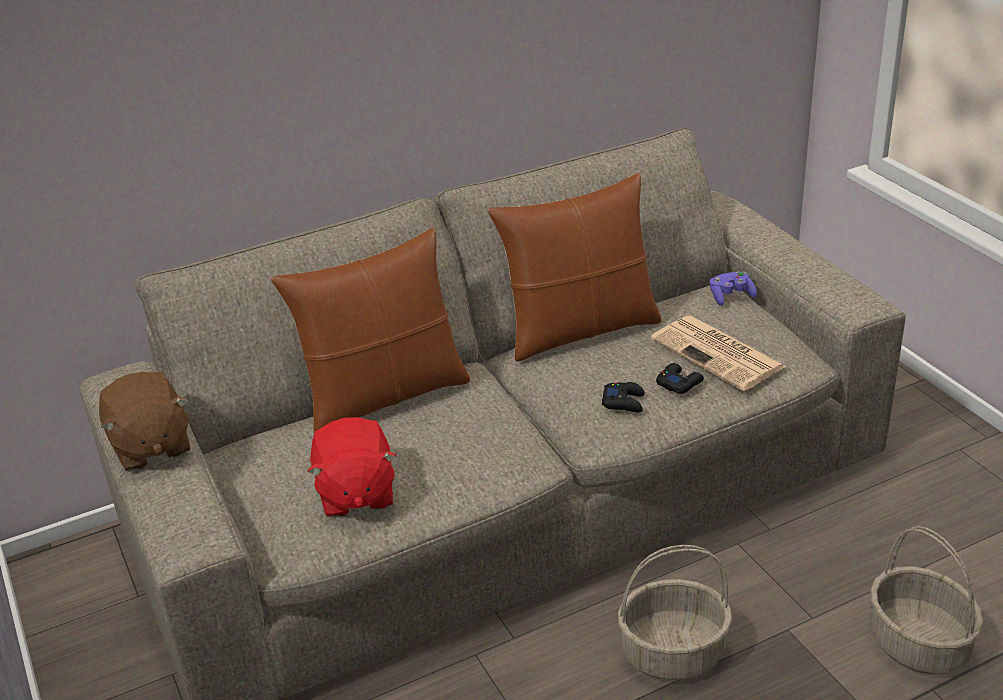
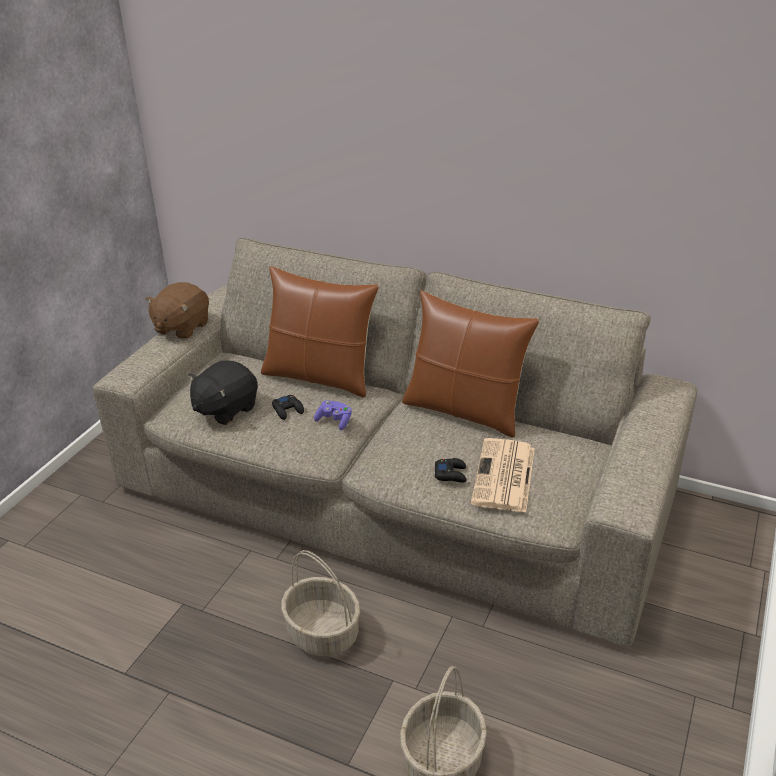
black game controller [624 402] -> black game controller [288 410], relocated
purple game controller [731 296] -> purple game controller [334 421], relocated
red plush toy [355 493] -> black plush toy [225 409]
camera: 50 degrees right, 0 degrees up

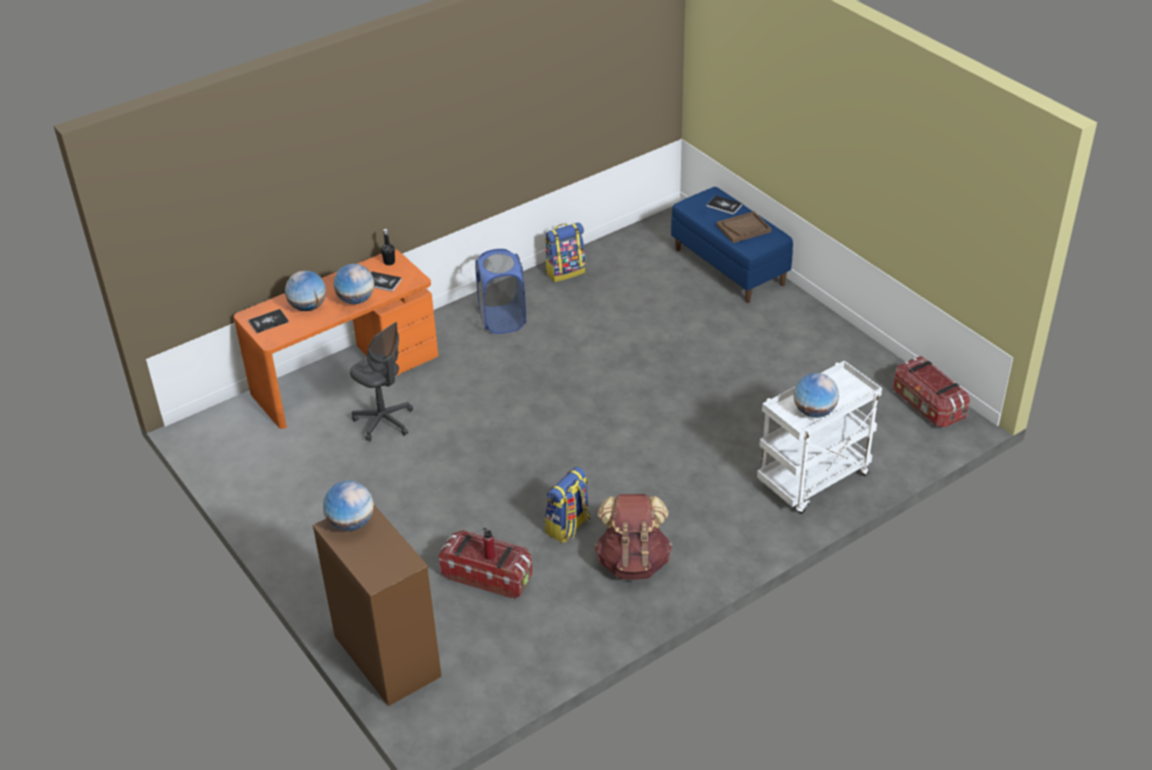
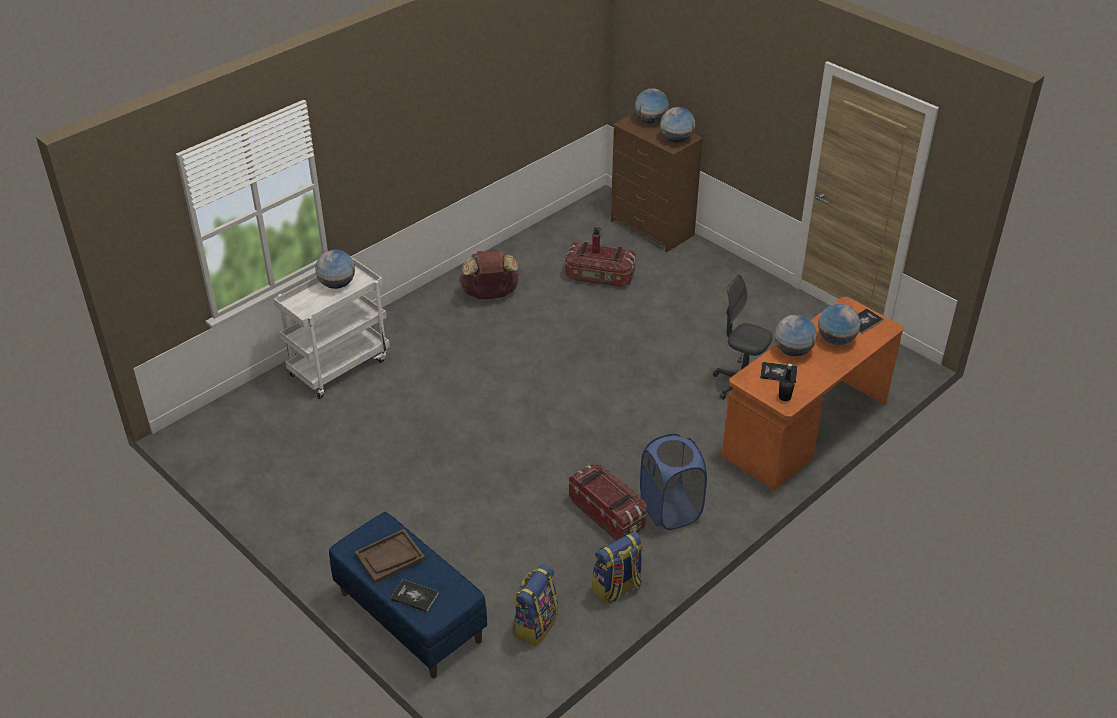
none -> globe [650 121]
backpack [568 527] -> backpack [535 624], relocated
storage box [927 406] -> storage box [607 514], relocated
camera: 170 degrees right, 0 degrees up

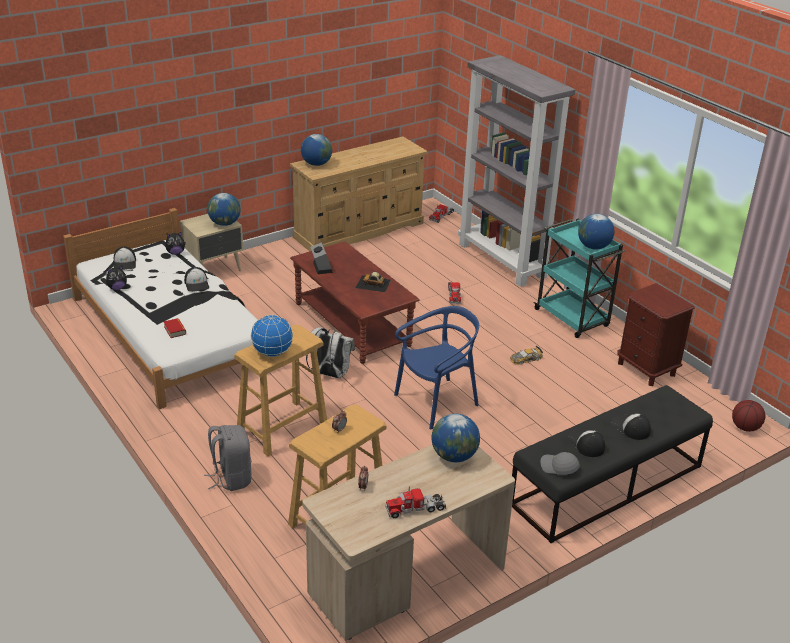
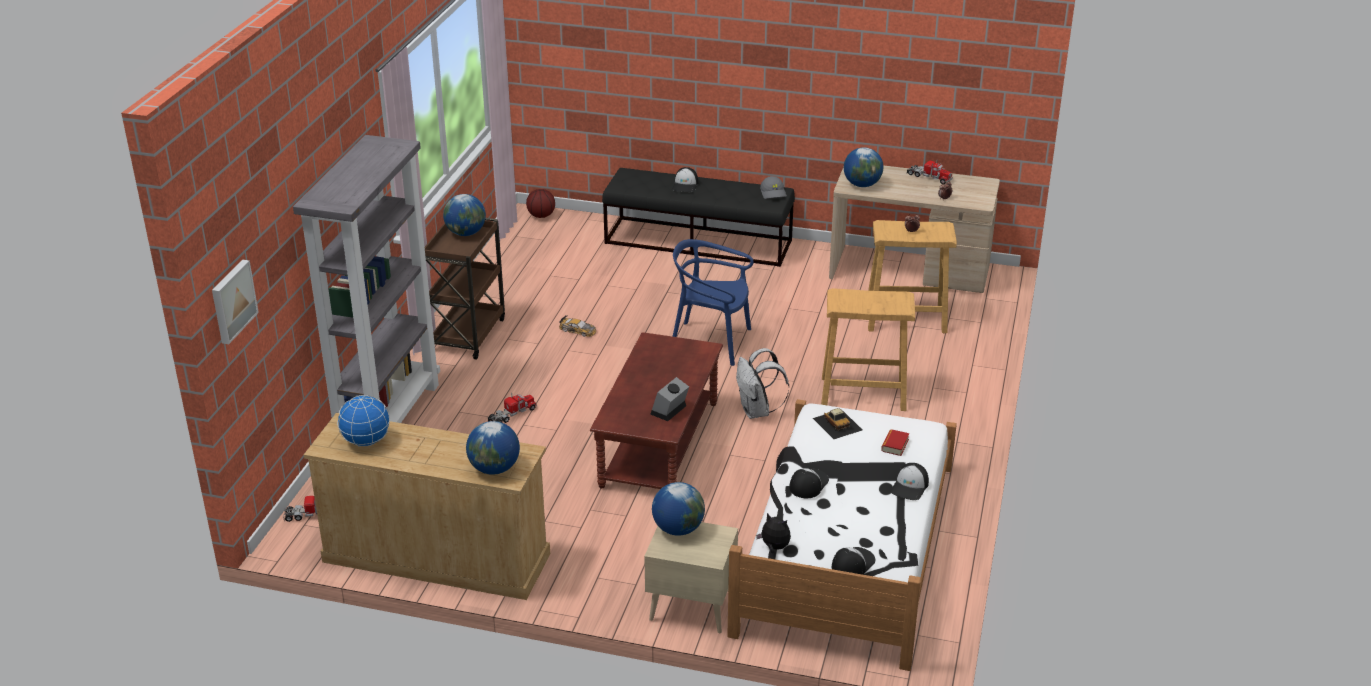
plush toy [117 288] -> none
grey backpack [231 478] -> none
brown nightstand [646 369] -> none
none -> picture [232 301]
globe [272 353] -> globe [366 441], relocated
toy car [373 283] -> toy car [837 424], relocated
cap [586 444] -> cap [910 487], relocated
turquoise cart [572 319] -> brown cart [468 334]
camera: 130 degrees left, 0 degrees up

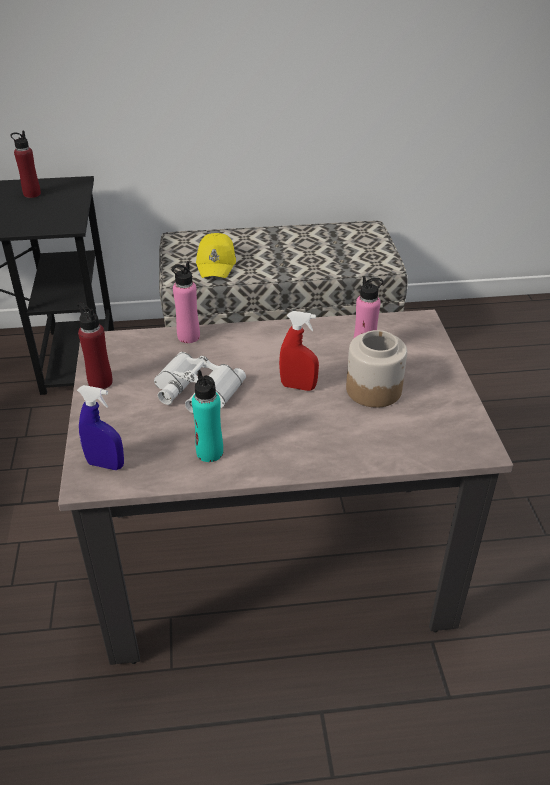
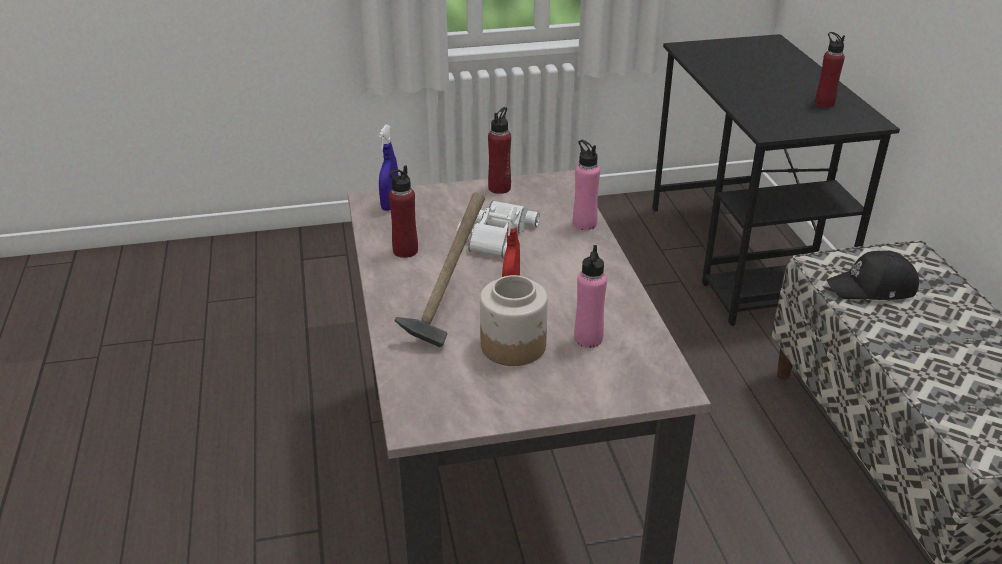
none -> hammer [446 311]
turquoise bottle [210 453] -> red bottle [405 251]
yellow cap [217 263] -> black cap [873 288]
camera: 85 degrees right, 5 degrees down

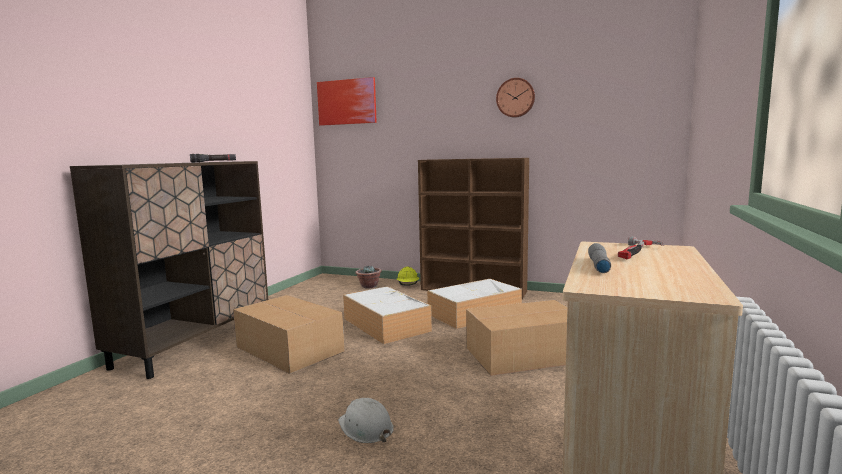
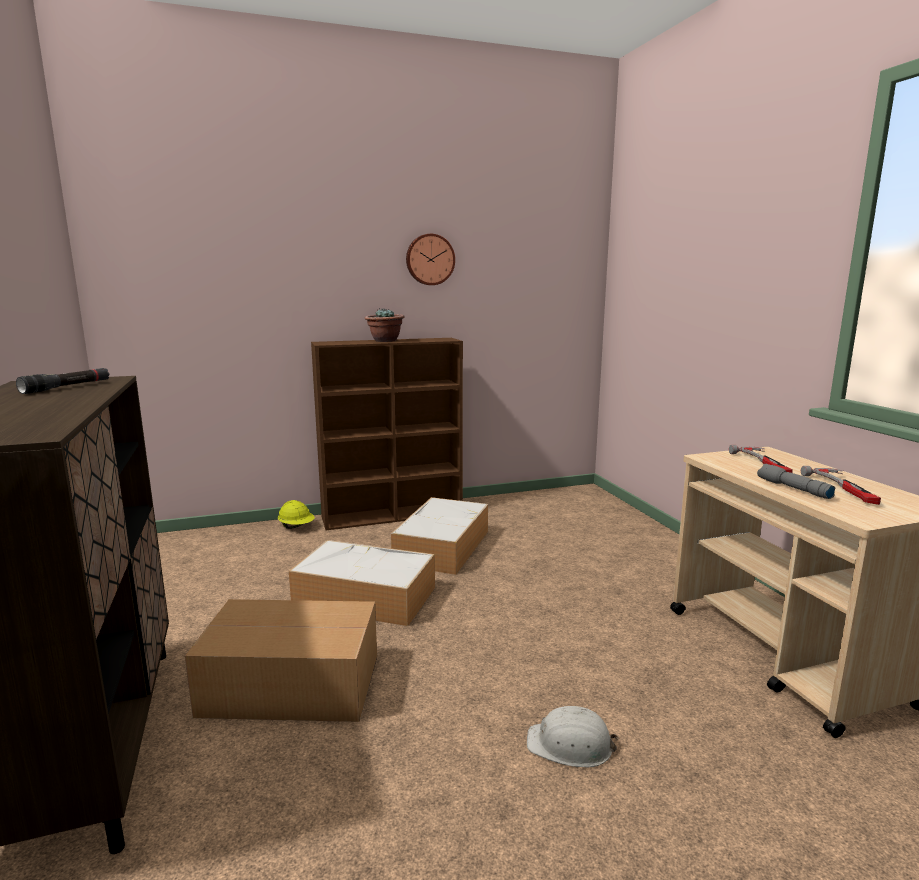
picture [347 102] -> none
cardboard box [527 354] -> none
none -> hammer [845 489]
potted plant [369 286] -> potted plant [385 341], relocated
camera: 40 degrees left, 5 degrees up

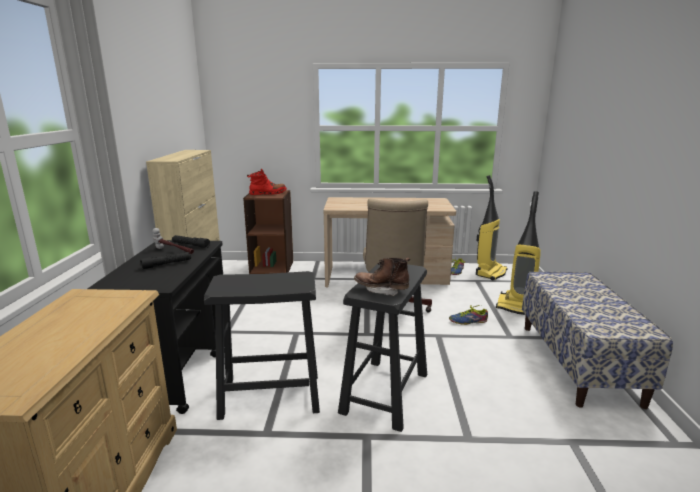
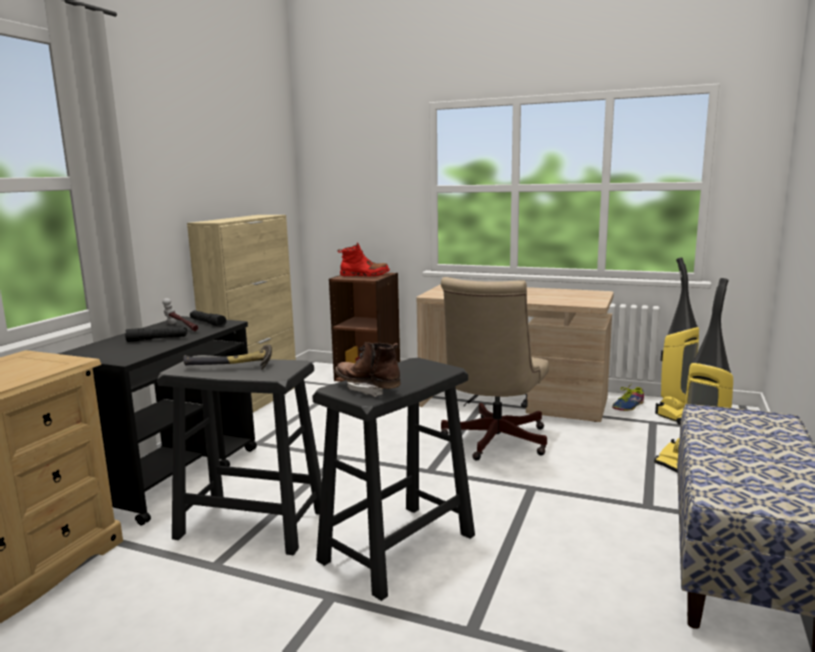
shoe [468 321] -> none
none -> hammer [231 367]
camera: 20 degrees right, 5 degrees down

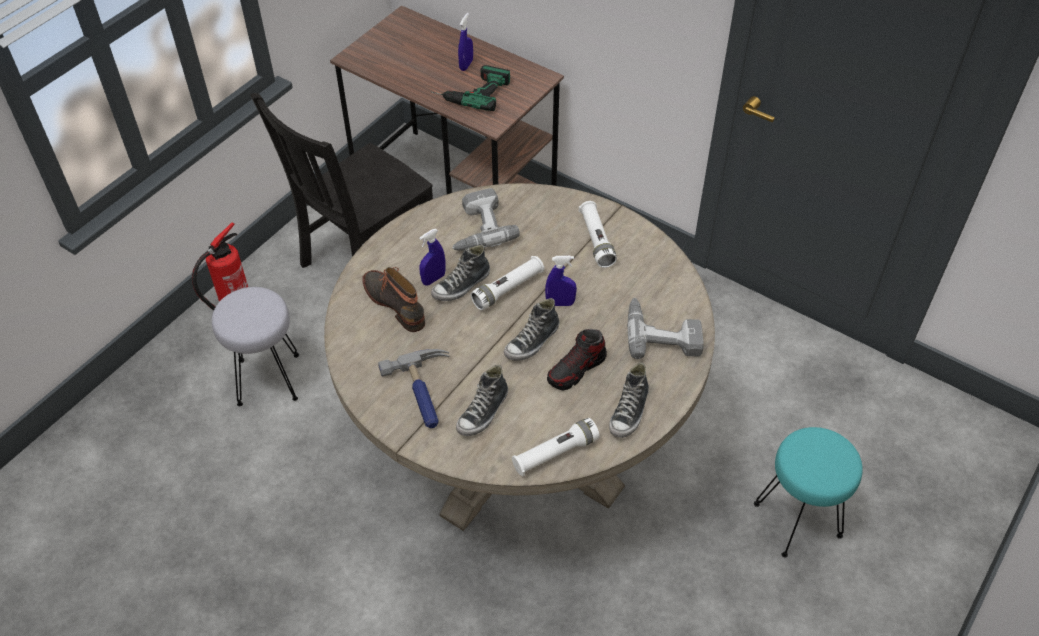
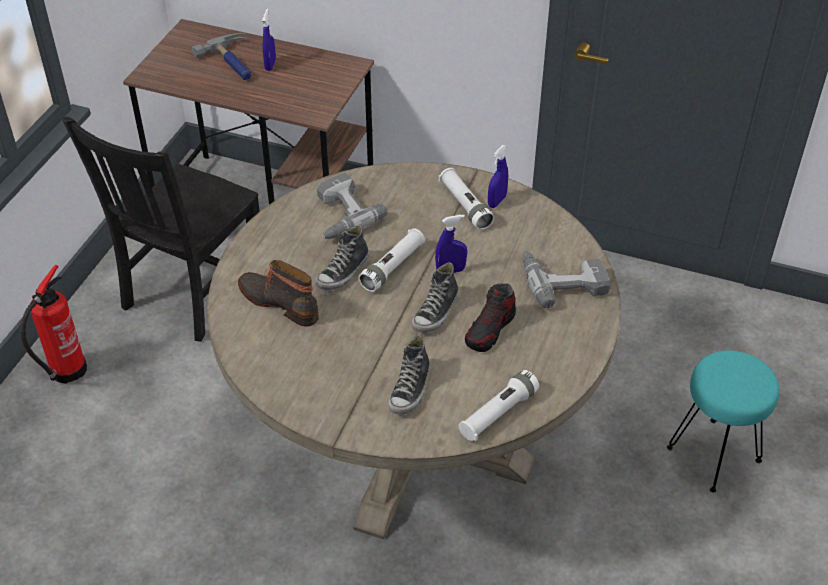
grey stool [268 378] -> none
power drill [470 91] -> none
shoe [629 412] -> none
hammer [424 393] -> hammer [234 62], relocated
blue spray bottle [433 279] -> blue spray bottle [497 201], relocated
camera: 15 degrees left, 5 degrees down

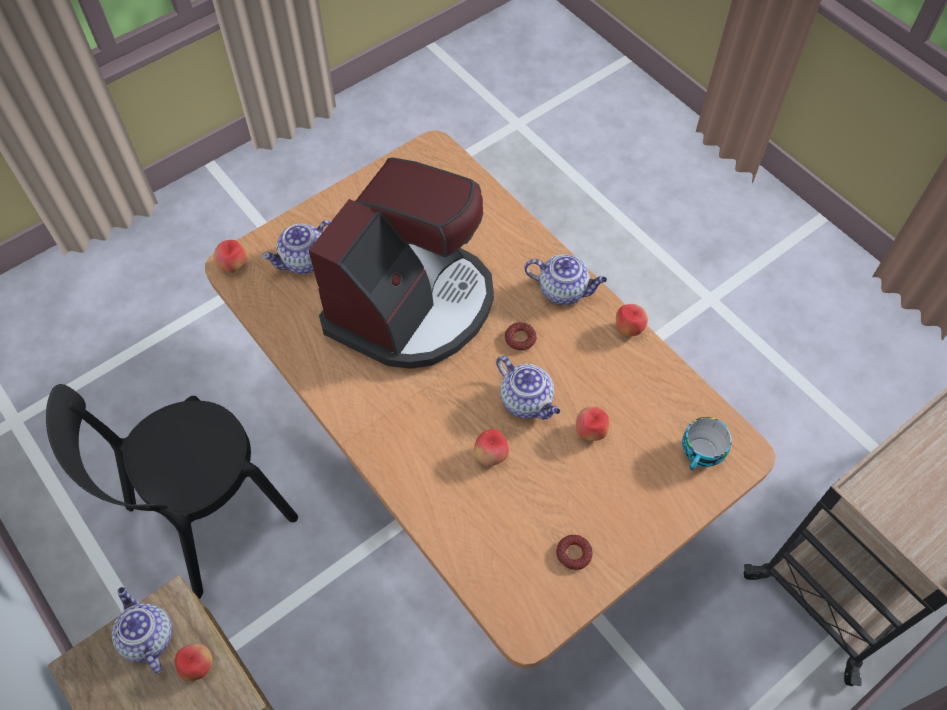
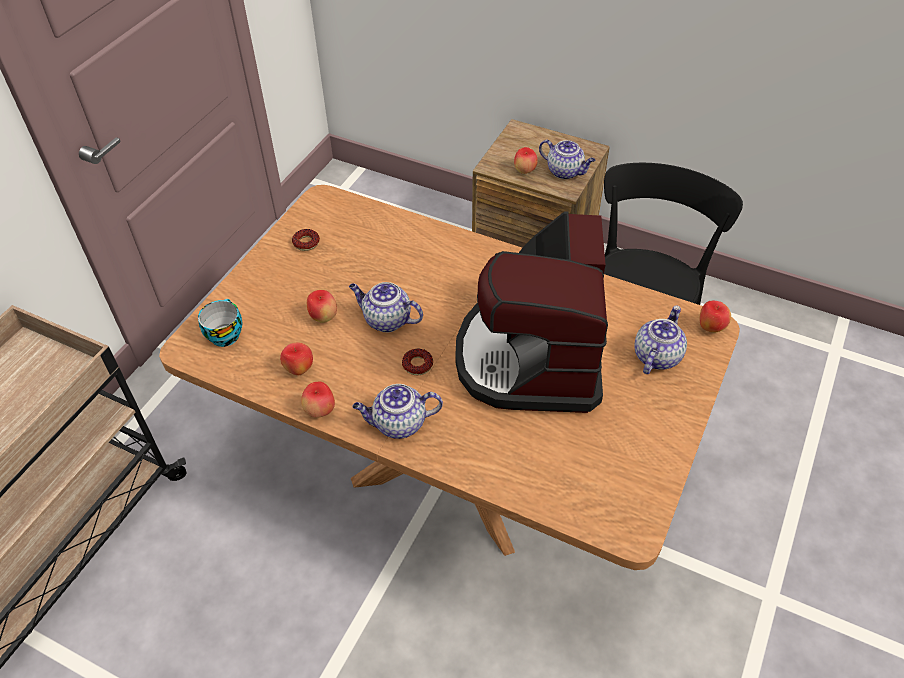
apple [491 456] -> apple [299 369], relocated
camera: 155 degrees right, 10 degrees down

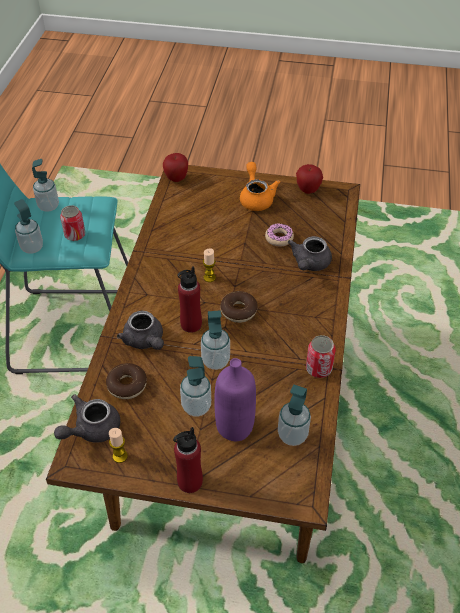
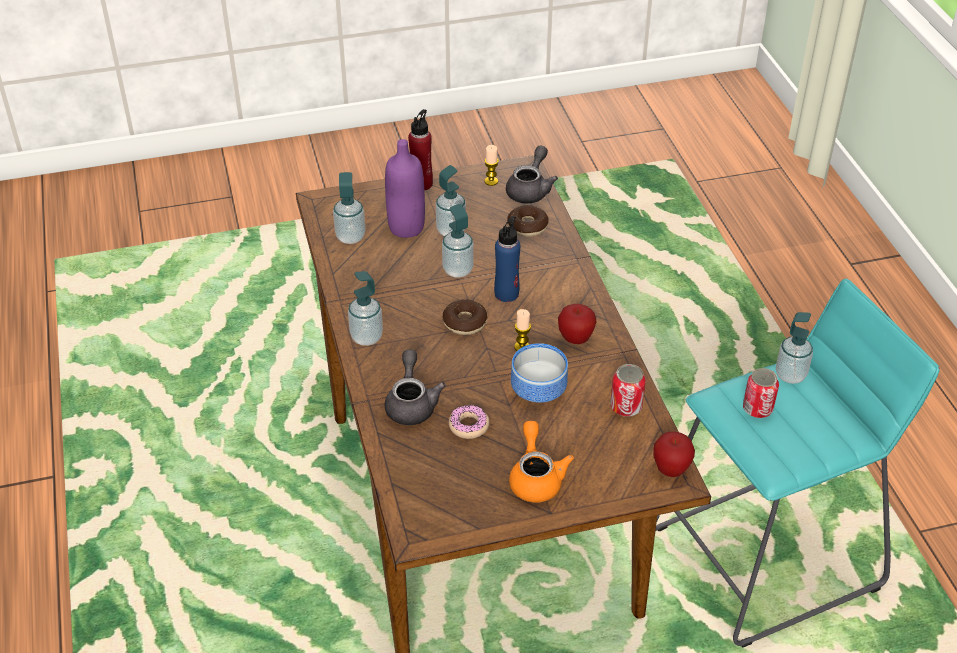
grey teapot [145 341] -> none
none -> bowl [538 388]
soap dispenser [48 206] -> soap dispenser [366 337], relocated
apple [308 190] -> apple [575 339], relocated
can [318 369] -> can [626 407], relocated
red bottle [191 324] -> blue bottle [506 293]
orange teapot [256 198] -> orange teapot [536 477], 150 degrees counterclockwise
camera: 155 degrees right, 5 degrees down

